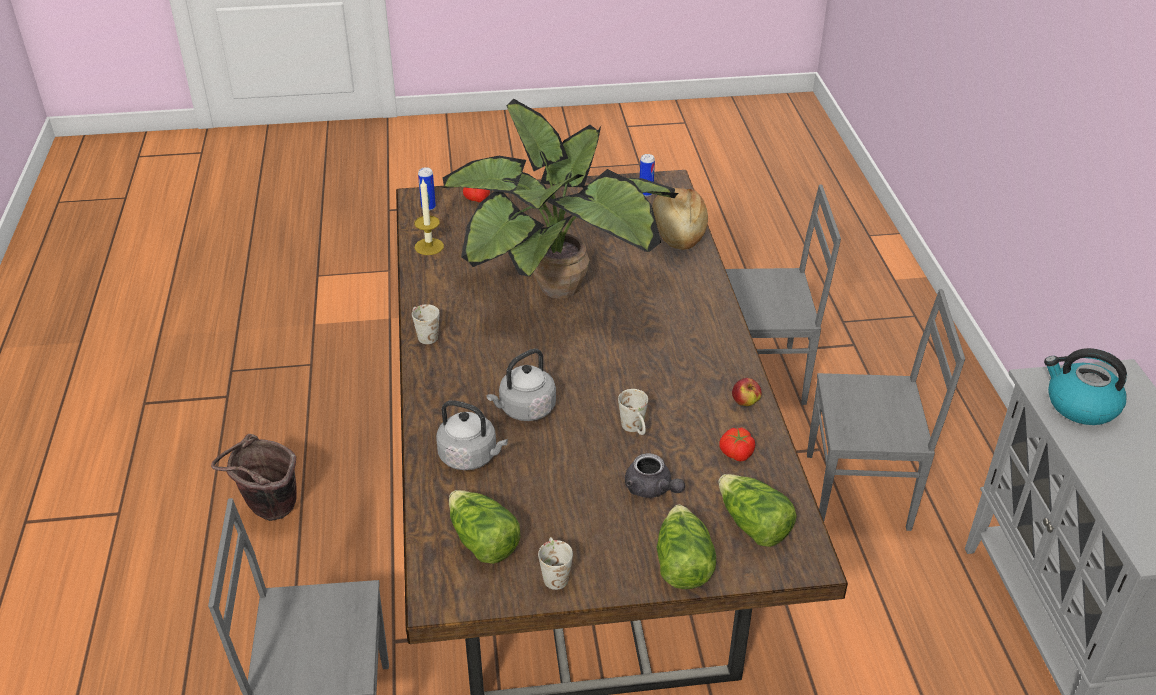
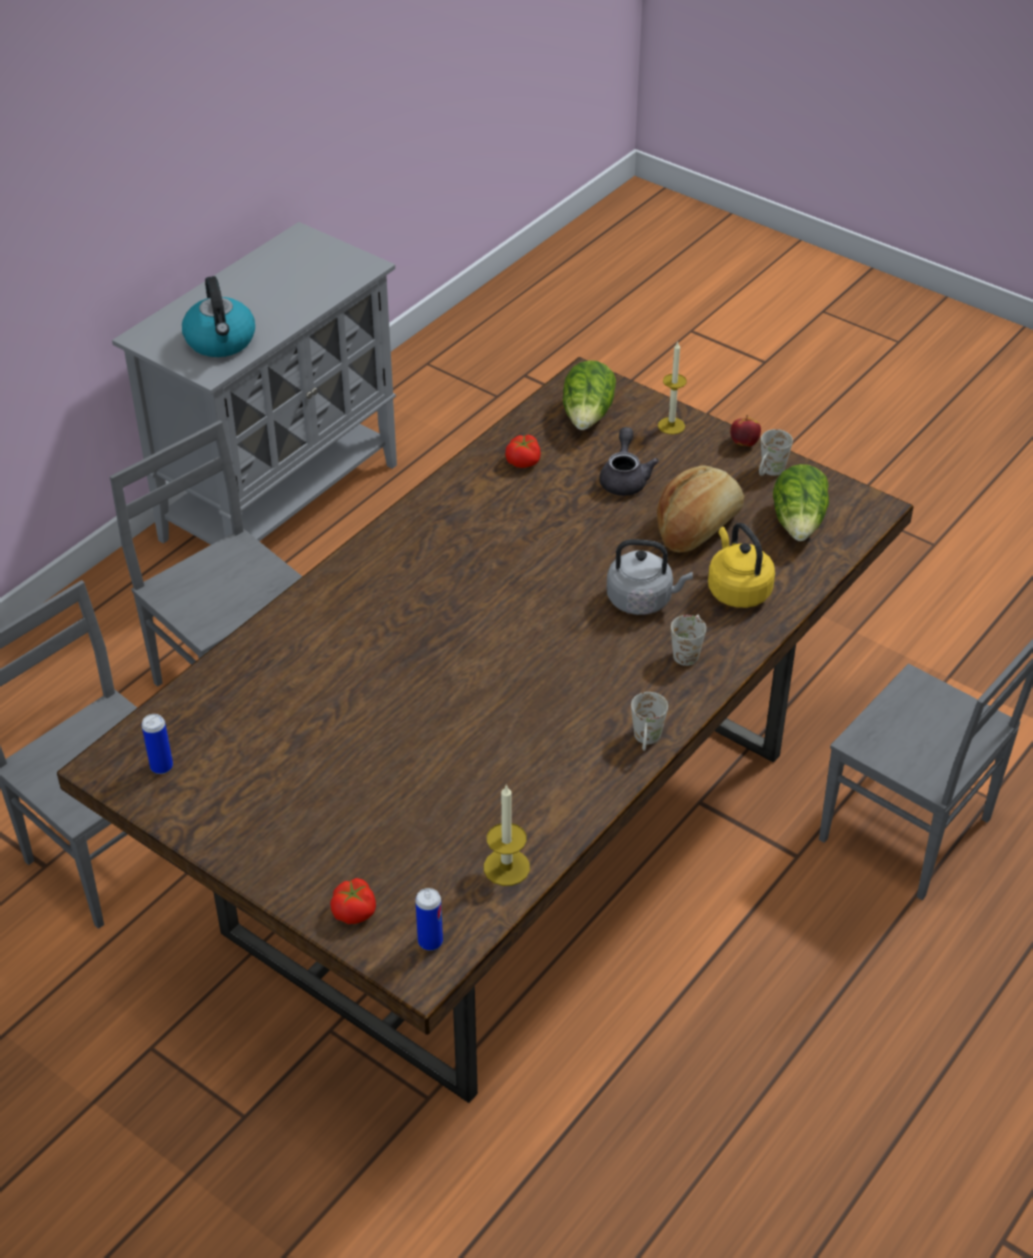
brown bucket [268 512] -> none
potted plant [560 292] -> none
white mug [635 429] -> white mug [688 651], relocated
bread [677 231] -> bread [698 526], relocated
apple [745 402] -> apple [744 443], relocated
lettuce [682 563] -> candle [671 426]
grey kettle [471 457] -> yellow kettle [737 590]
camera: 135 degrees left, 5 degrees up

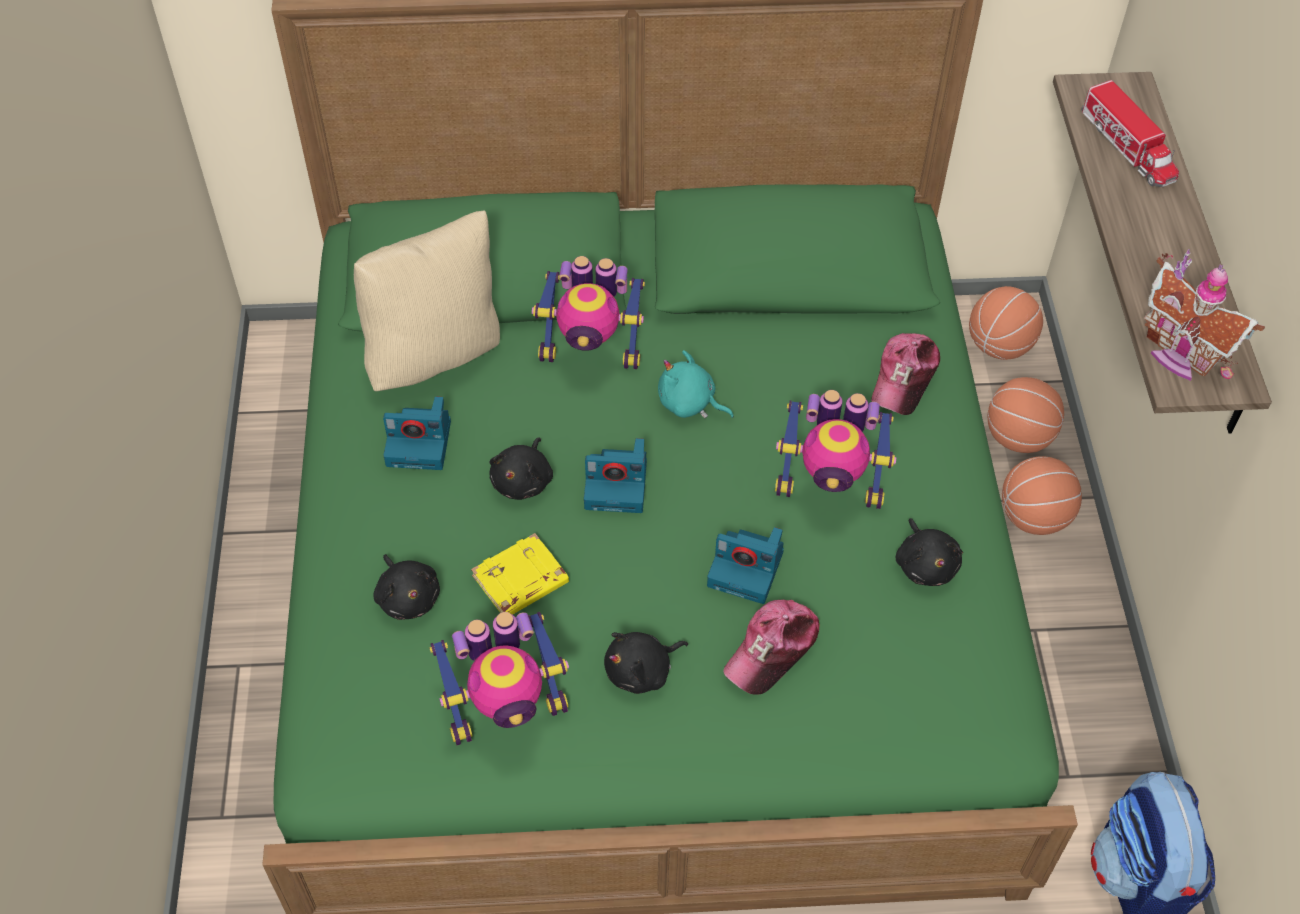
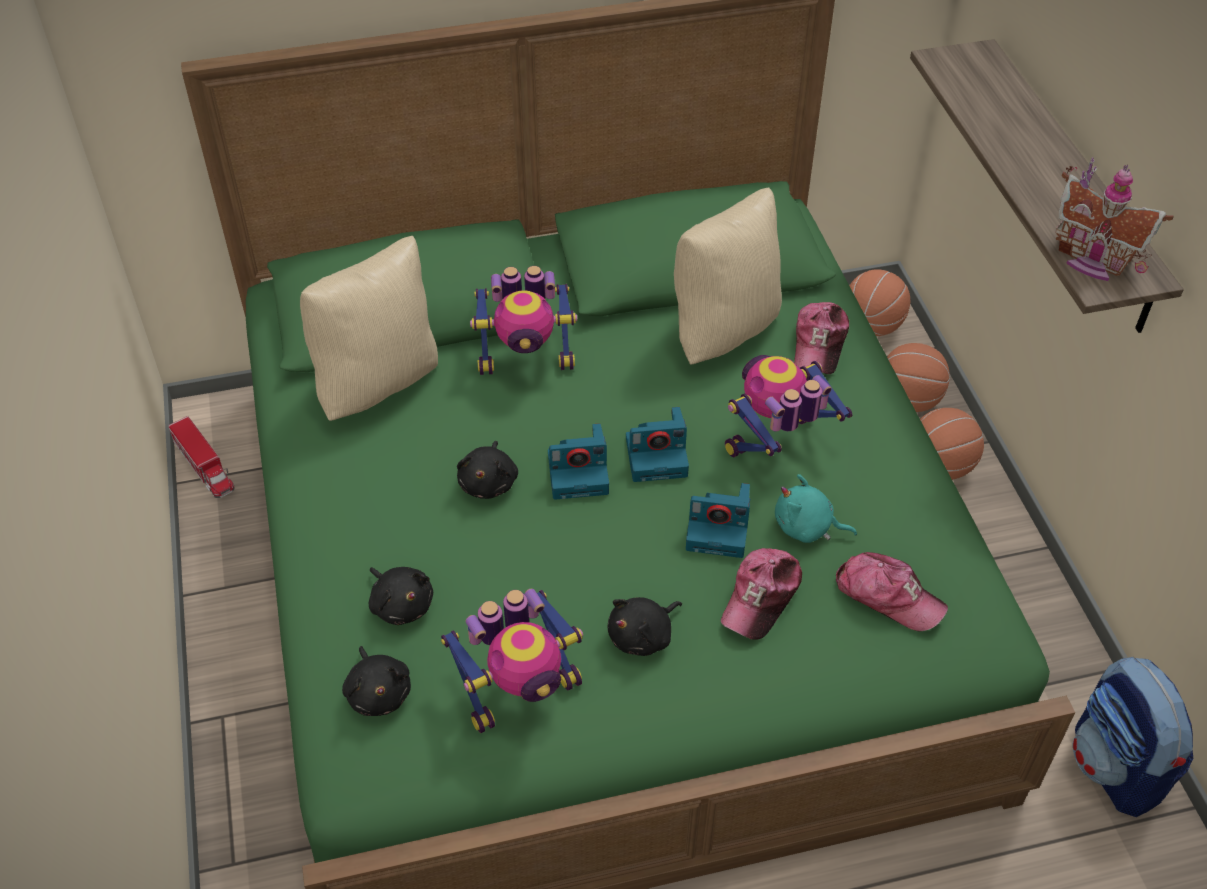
yellow book [520 581] -> none
none -> beige pillow [723 330]
none -> cap [888 596]
photo camera [420 443] -> photo camera [658 456], relocated
turquoise plush toy [689 403] -> turquoise plush toy [807 527], relocated
black plush toy [925 564] -> black plush toy [379 692], relocated
toy truck [1127 147] -> toy truck [204 466], relocated
toy robot [830 485] -> toy robot [777 445], 150 degrees clockwise
camera: 10 degrees left, 5 degrees down

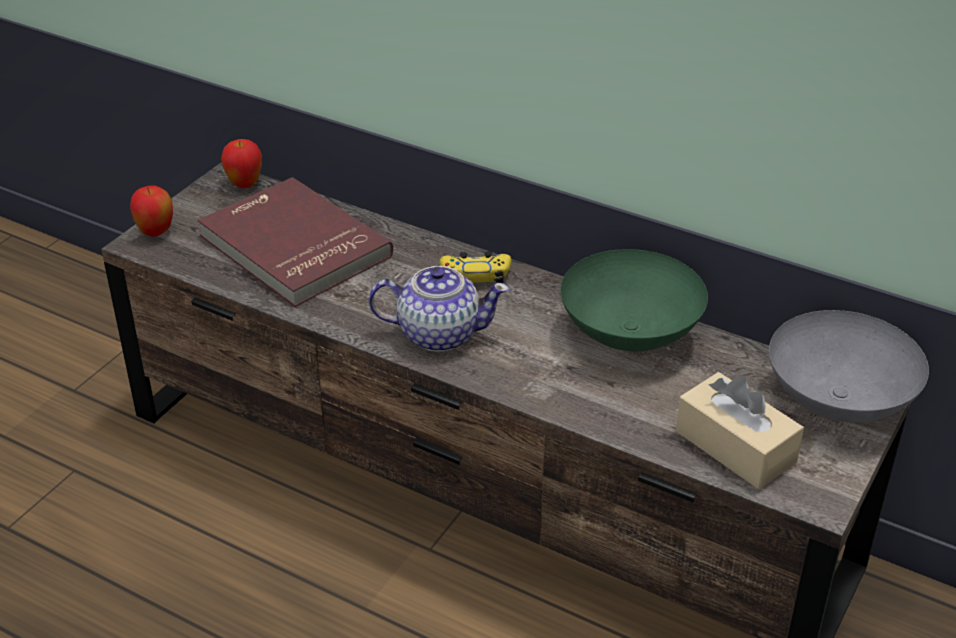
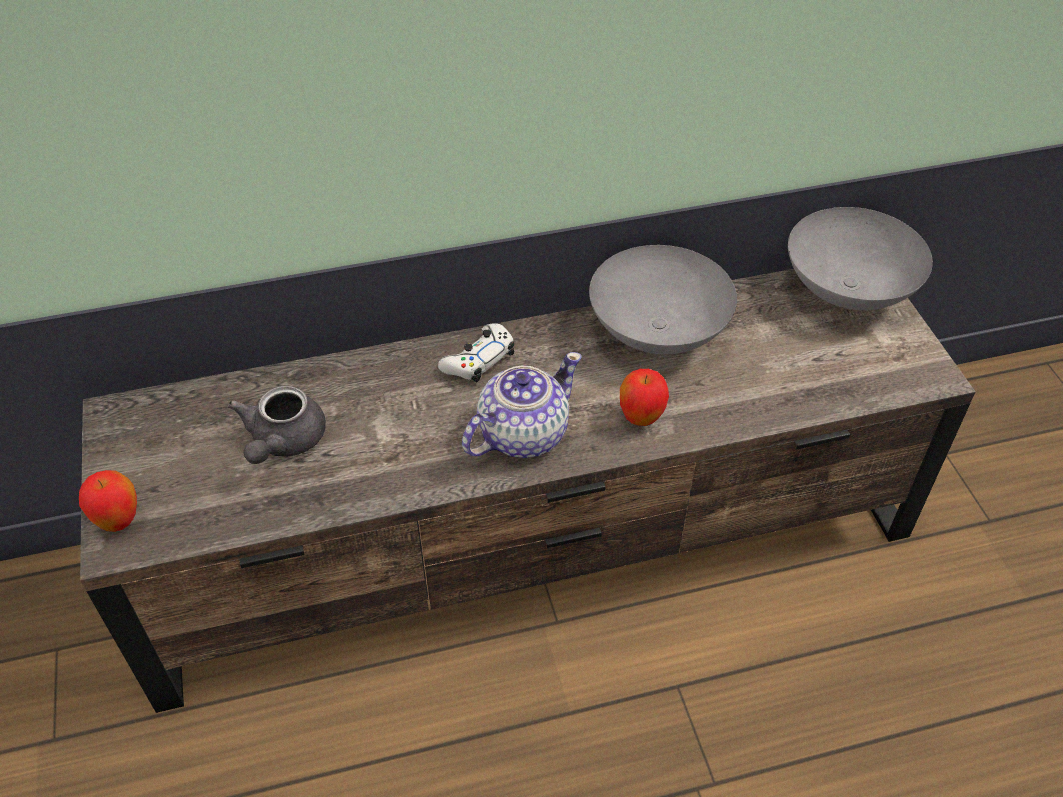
beige tissue box [735 447] -> none
apple [244 184] -> apple [641 418], relocated
red book [292 247] -> grey teapot [282 442]
yellow game controller [475 275] -> white game controller [479 360]
green bowl [628 333] -> grey bowl [655 332]
camera: 45 degrees left, 10 degrees up

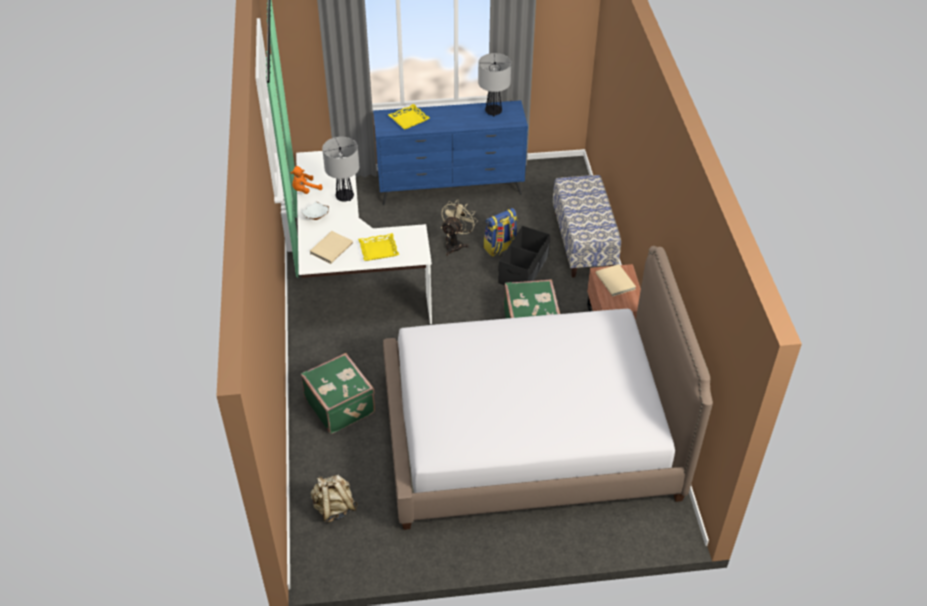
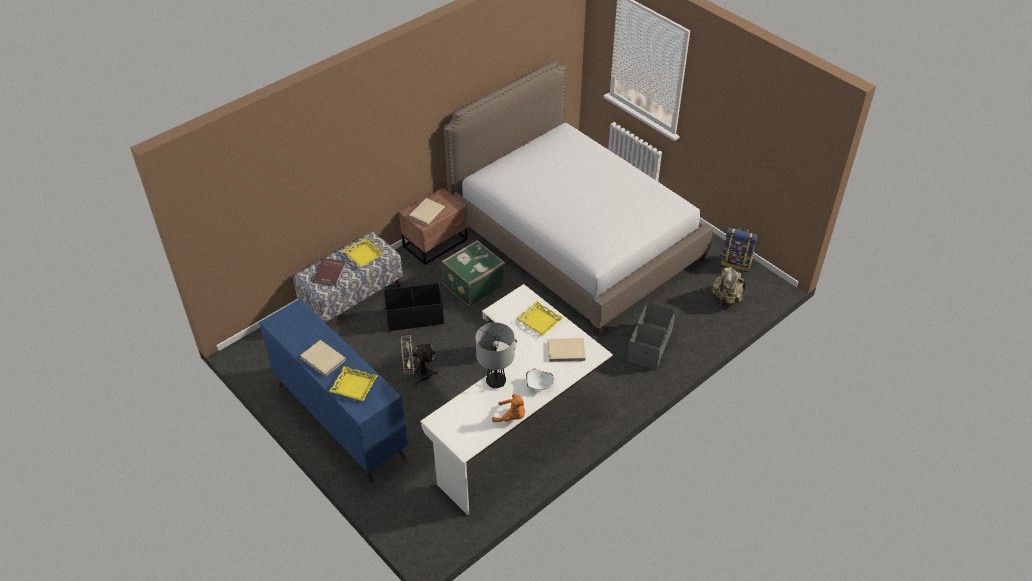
table lamp [493 112] -> none
none -> beige book [322 359]
none -> red book [330 273]
none -> yellow tray [363 255]
backpack [500 248] -> backpack [736 262], relocated
green suitcase [341 405] -> grey storage box [649 345]
camera: 125 degrees left, 0 degrees up

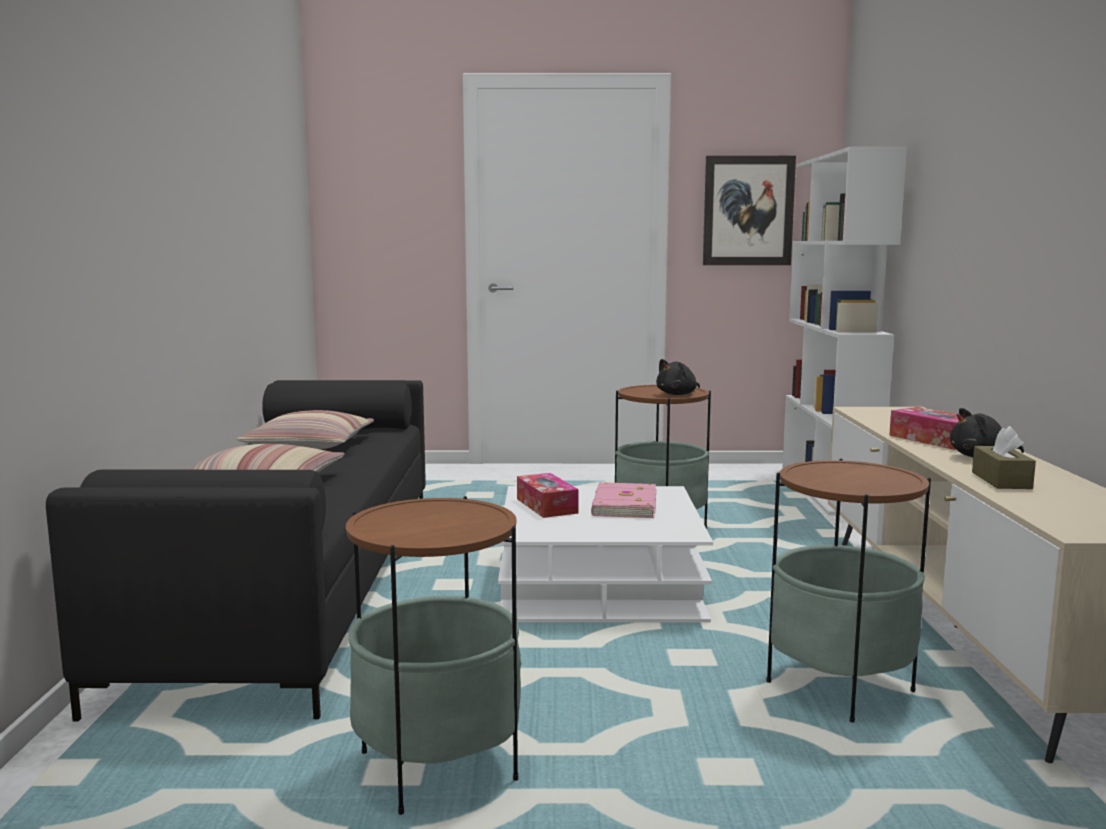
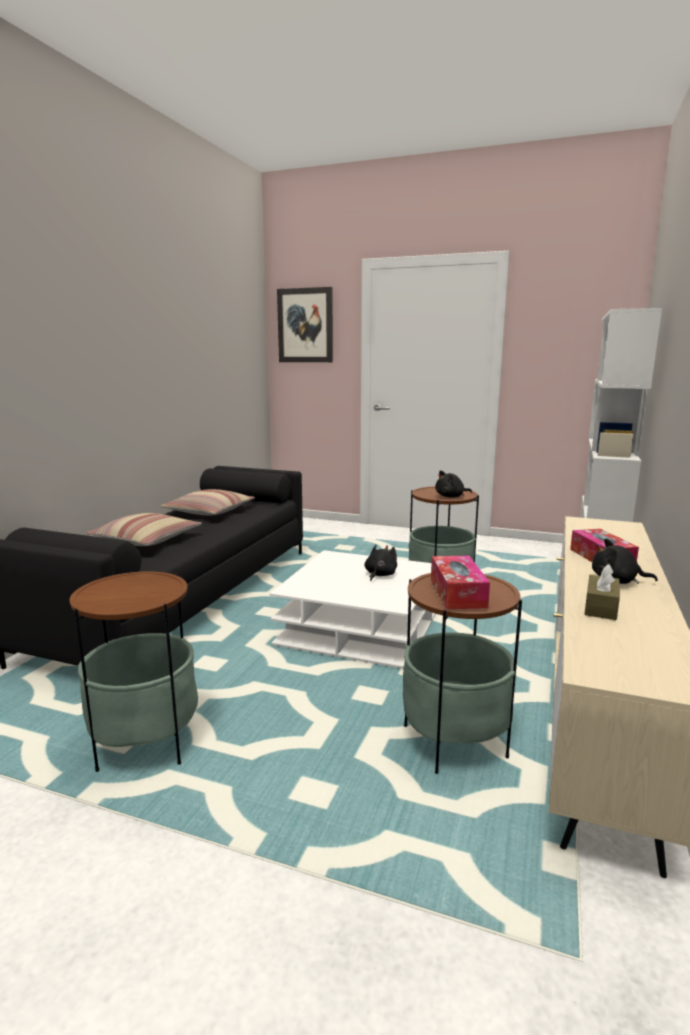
tissue box [546 506] -> tissue box [457 593], relocated
picture [748 211] -> picture [305 325], relocated
pink book [622 505] -> black plush toy [379 575]
camera: 20 degrees right, 5 degrees up

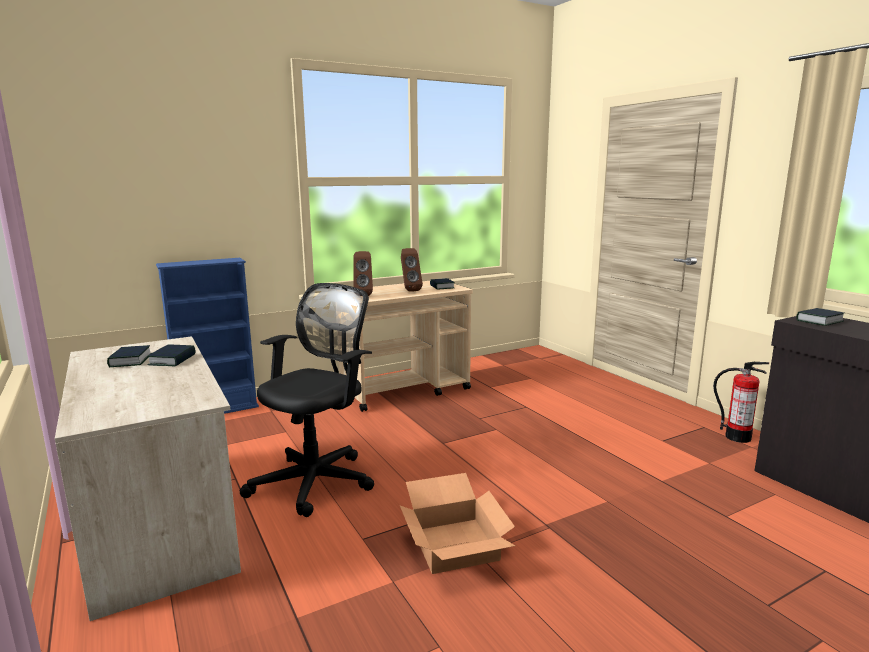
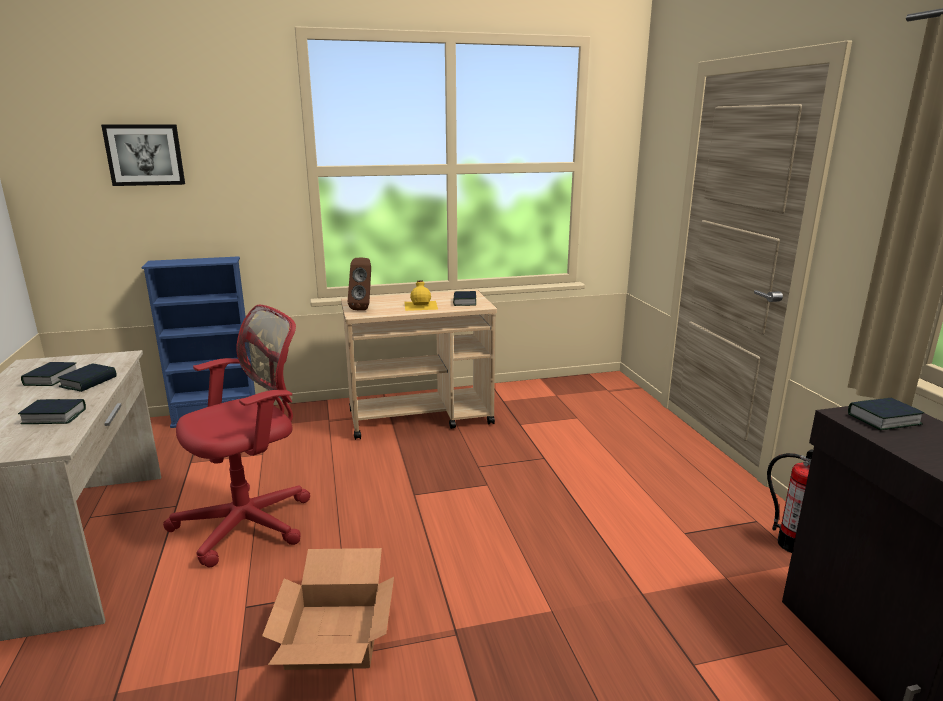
none -> book [54 416]
none -> picture [145 155]
brown speaker [409 291] -> yellow bottle [421 305]
black office chair [317 480] -> red office chair [251 522]
camera: 15 degrees right, 5 degrees up

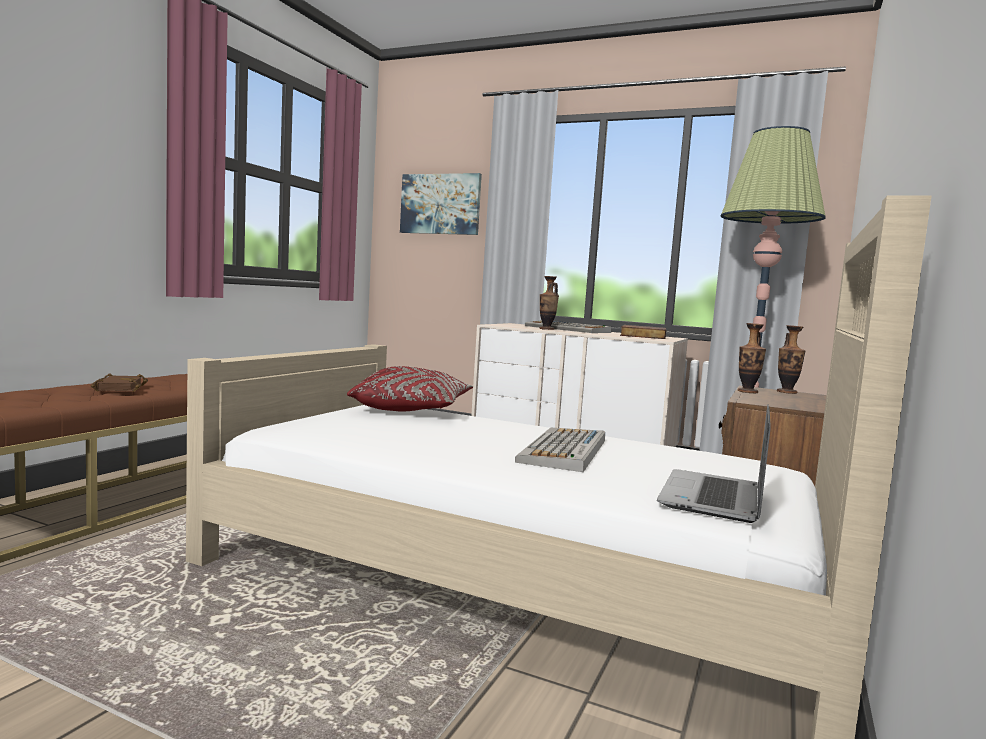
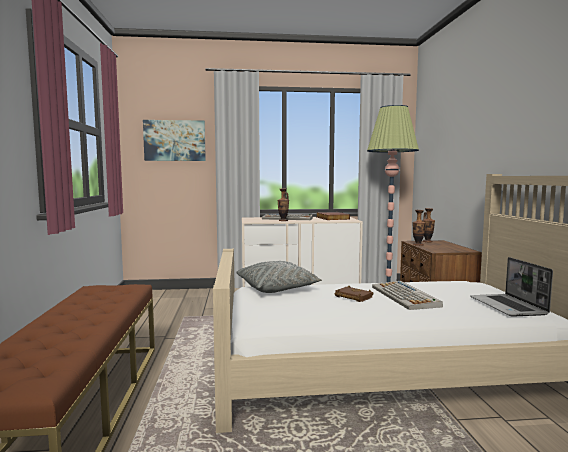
brown book [118 388] -> brown book [352 297], relocated
red pillow [412 410] -> grey pillow [277 288]
camera: 30 degrees left, 0 degrees up

